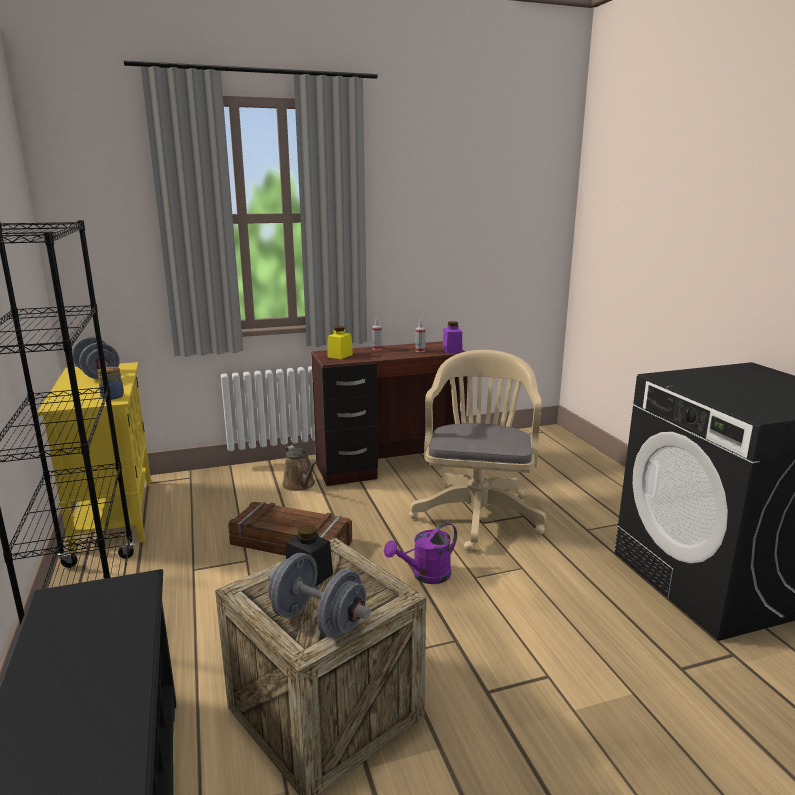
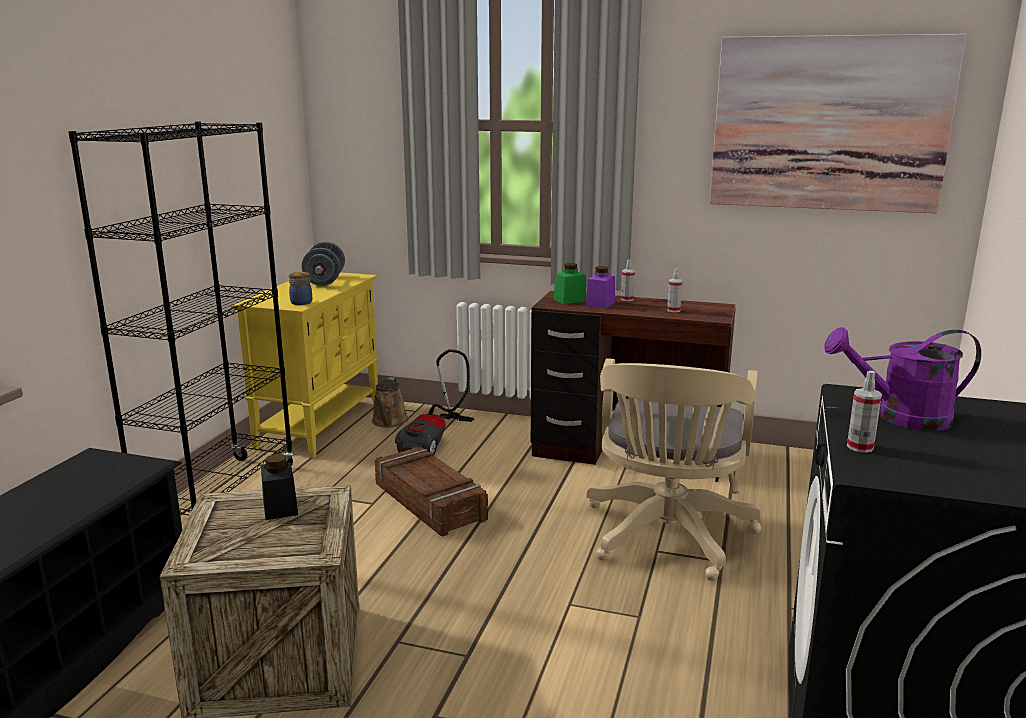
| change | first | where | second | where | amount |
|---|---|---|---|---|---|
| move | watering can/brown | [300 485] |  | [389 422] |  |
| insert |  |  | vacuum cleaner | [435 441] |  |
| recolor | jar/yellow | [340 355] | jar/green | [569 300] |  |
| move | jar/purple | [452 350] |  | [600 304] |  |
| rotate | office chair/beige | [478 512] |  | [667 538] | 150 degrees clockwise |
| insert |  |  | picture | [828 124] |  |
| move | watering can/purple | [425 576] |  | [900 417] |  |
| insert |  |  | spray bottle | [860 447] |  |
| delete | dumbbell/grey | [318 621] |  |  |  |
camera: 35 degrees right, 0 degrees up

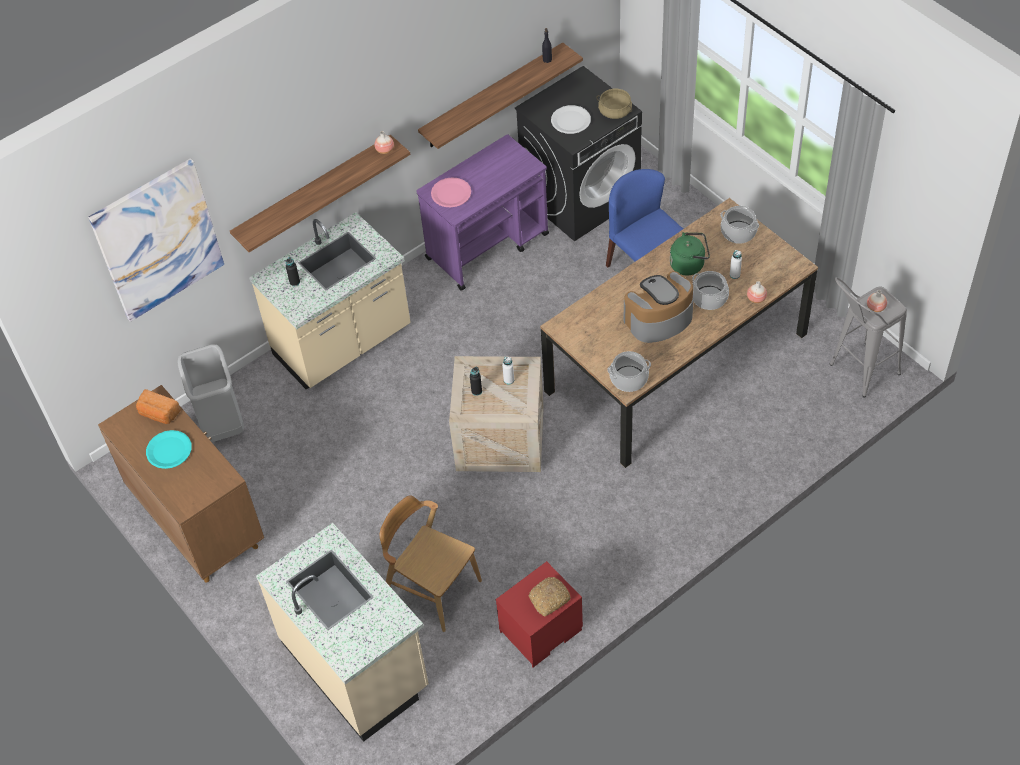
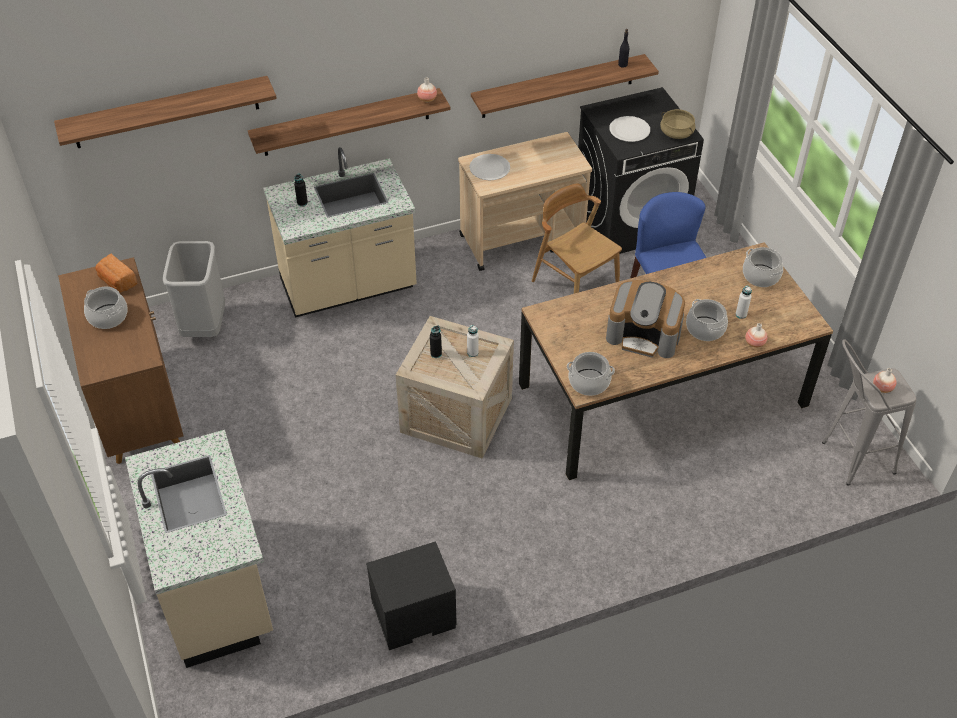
| change | first | where | second | where | amount |
|---|---|---|---|---|---|
| replace | picture | [158 240] | shelf | [166 112] |  |
| replace | plate/turquoise | [169 450] | cooking pot | [108 316] |  |
| recolor | nightstand/red | [540 632] | nightstand/black | [413 616] |  |
| recolor | cart/purple | [488 246] | cart/beige | [522 239] |  |
| recolor | plate/pink | [451 193] | plate/white | [489 168] |  |
| move | chair/brown | [432 588] |  | [575 286] |  |
| rotate | coffee machine | [658 319] |  | [644 335] | 150 degrees counterclockwise |
| delete | bread | [549 599] |  |  |  |
| delete | kettle/green | [689 264] |  |  |  |
camera: 15 degrees right, 5 degrees down

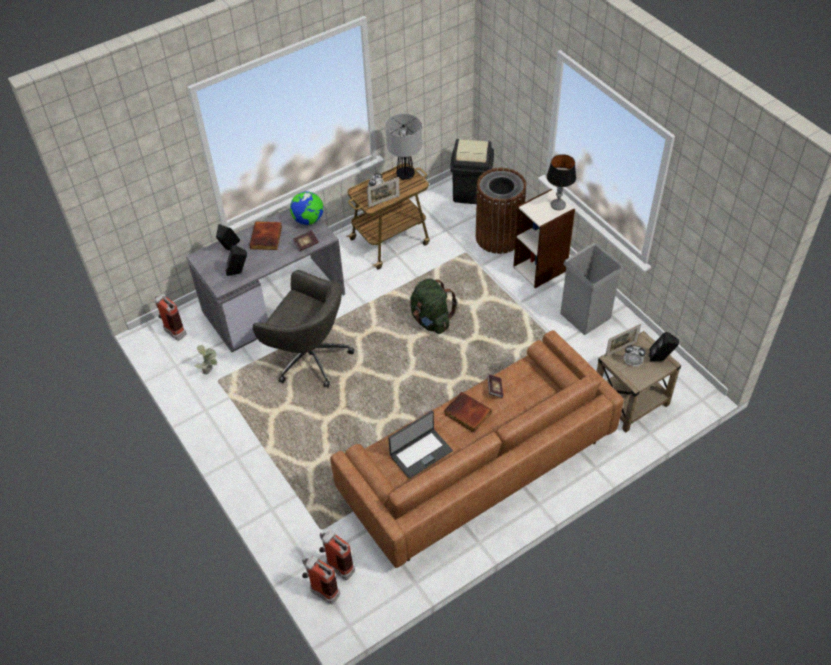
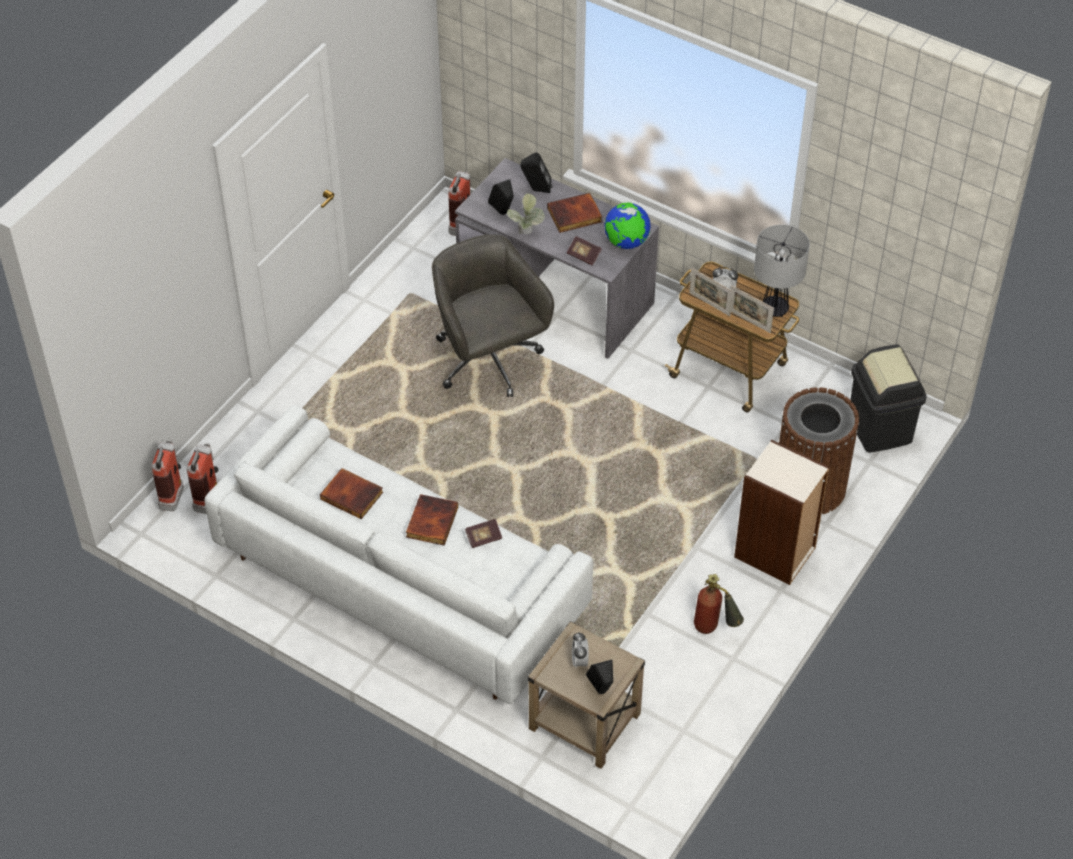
| change | first | where | second | where | amount |
|---|---|---|---|---|---|
| recolor | sofa/brown | [477 466] | sofa/white | [402 583] |  |
| replace | laptop | [420 453] | book | [352 495] |  |
| rotate | office chair/grey | [309 356] |  | [488 362] | 150 degrees clockwise |
| move | potted plant | [210 371] |  | [526 235] |  |
| replace | trash can/grey | [585 315] | fire extinguisher | [714 629] |  |
| move | picture frame | [621 349] |  | [749 321] |  |
| delete | backpack/green | [431 320] |  |  |  |
| delete | table lamp | [558 205] |  |  |  |
camera: 65 degrees right, 0 degrees up

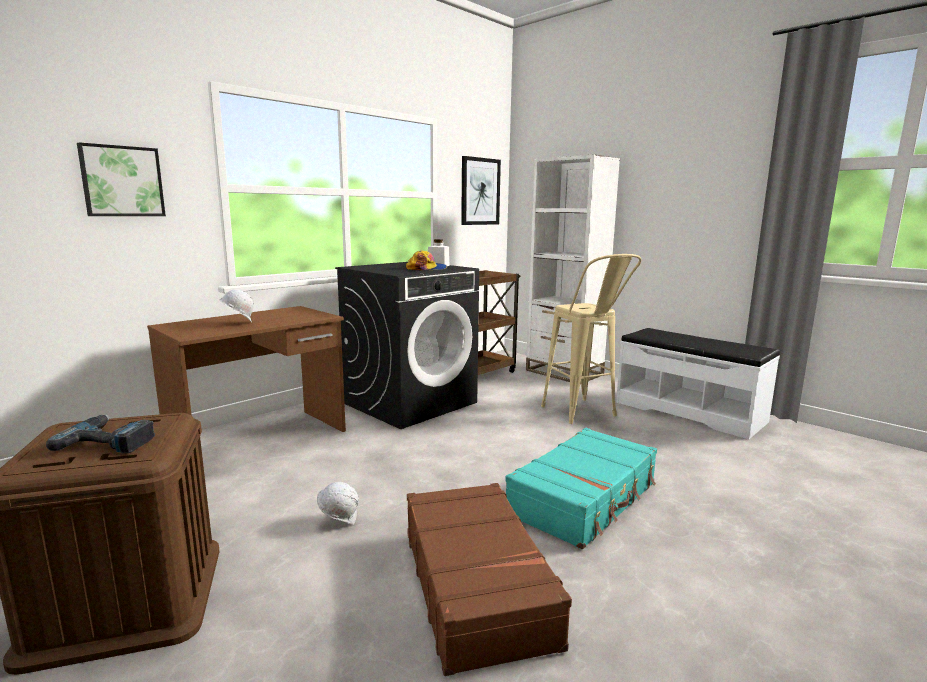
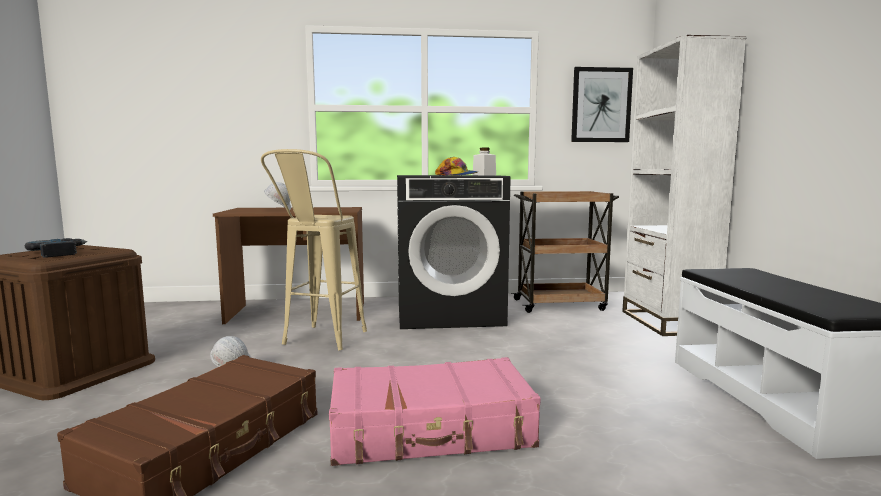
| change | first | where | second | where | amount |
|---|---|---|---|---|---|
| move | stool/beige | [584 415] |  | [319 342] |  |
| recolor | suitcase/turquoise | [584 499] | suitcase/pink | [431 430] |  |
| delete | picture | [122 181] |  |  |  |
camera: 40 degrees right, 5 degrees down

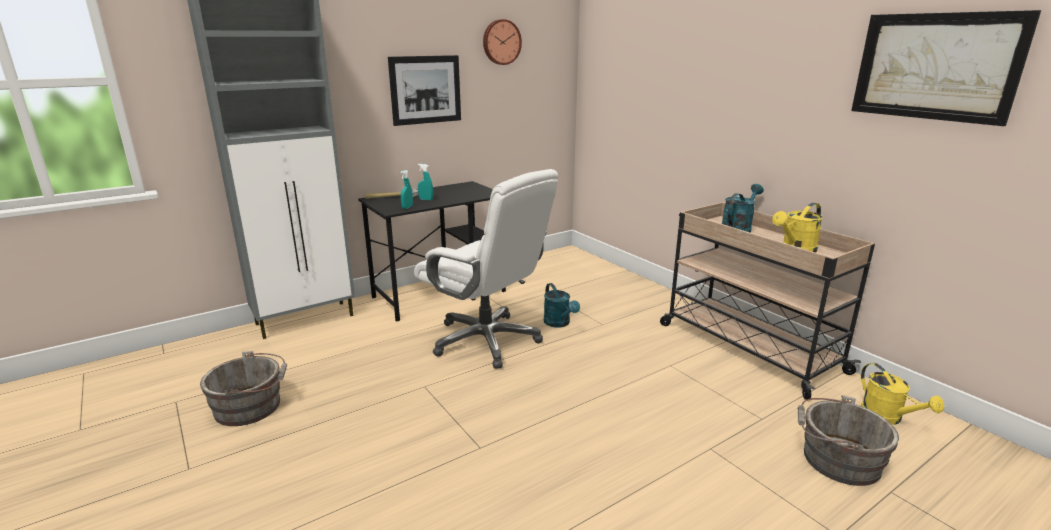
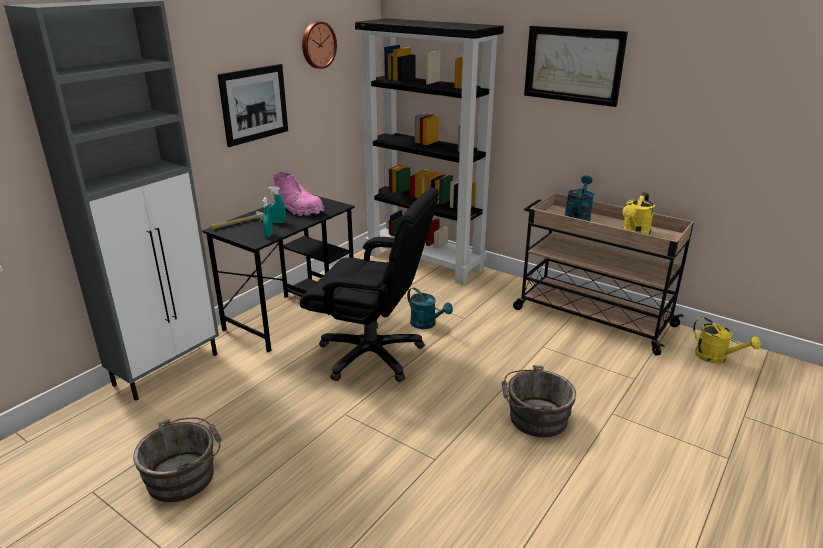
| change | first | where | second | where | amount |
|---|---|---|---|---|---|
| insert |  |  | boot/pink | [298 210] |  |
| recolor | office chair/white | [487 340] | office chair/black | [372 355] |  |
| insert |  |  | bookcase/black | [426 262] |  |
| move | bucket/grey | [836 459] |  | [534 418] |  |
| move | picture | [935 66] |  | [573 65] |  |
camera: 20 degrees left, 5 degrees up

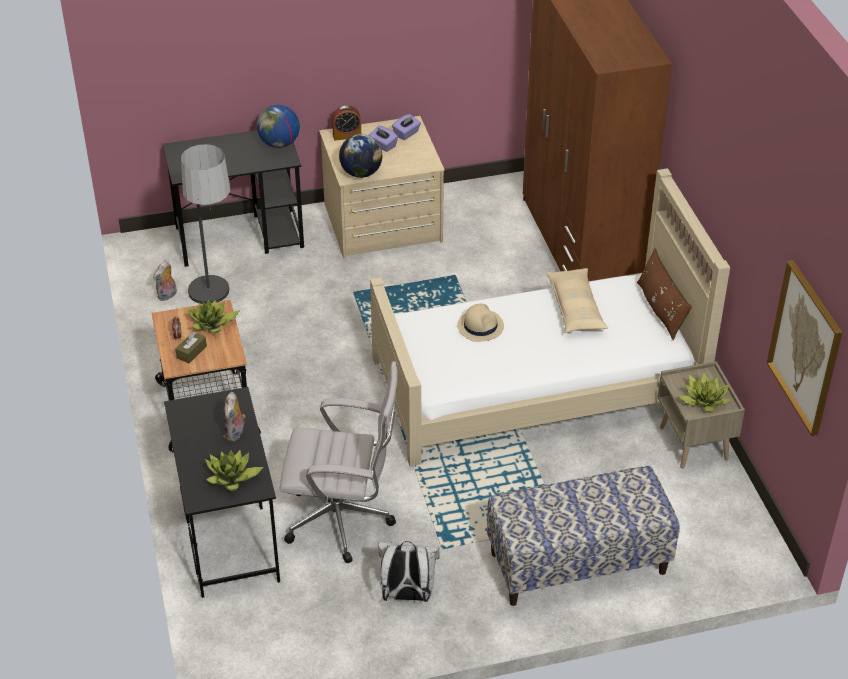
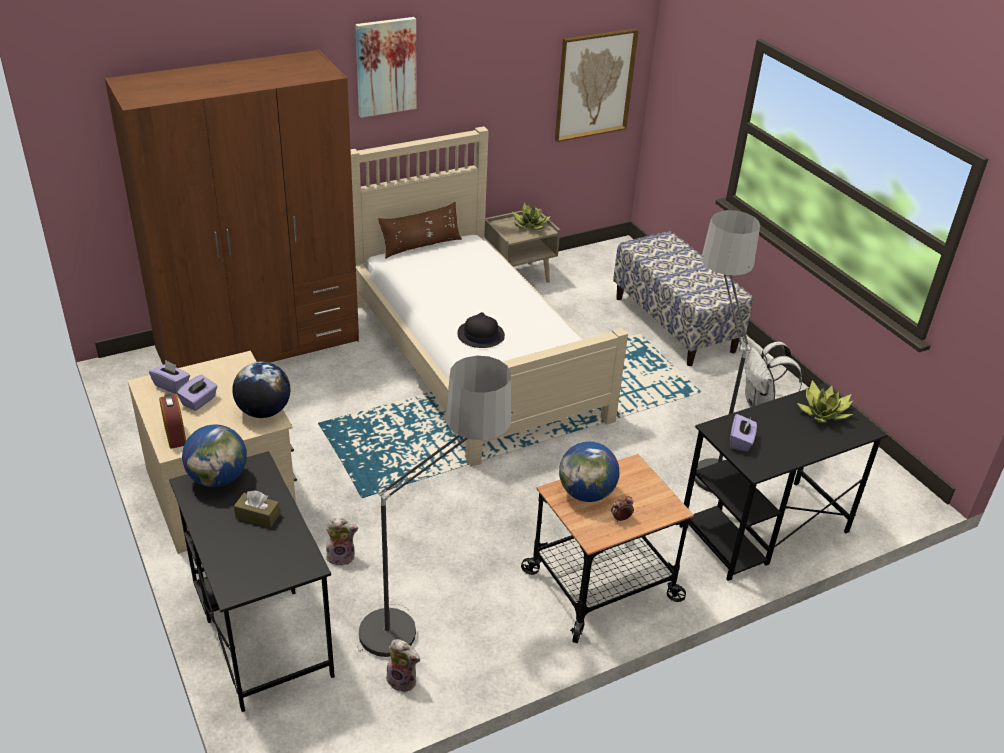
| change | first | where | second | where | amount |
|---|---|---|---|---|---|
| move | tissue box/brown | [191 352] |  | [257 516] |  |
| move | plush toy | [235 433] |  | [341 556] |  |
| insert |  |  | picture | [385 67] |  |
| recolor | hat/beige | [480 326] | hat/black | [480 335] |  |
| replace | potted plant | [212 324] | globe | [586 493] |  |
| replace | office chair/white | [344 521] | floor lamp | [703 453] |  |
| insert |  |  | tissue box/purple | [741 441] |  |
| delete | pillow/beige | [575 308] |  |  |  |
camera: 105 degrees left, 5 degrees down

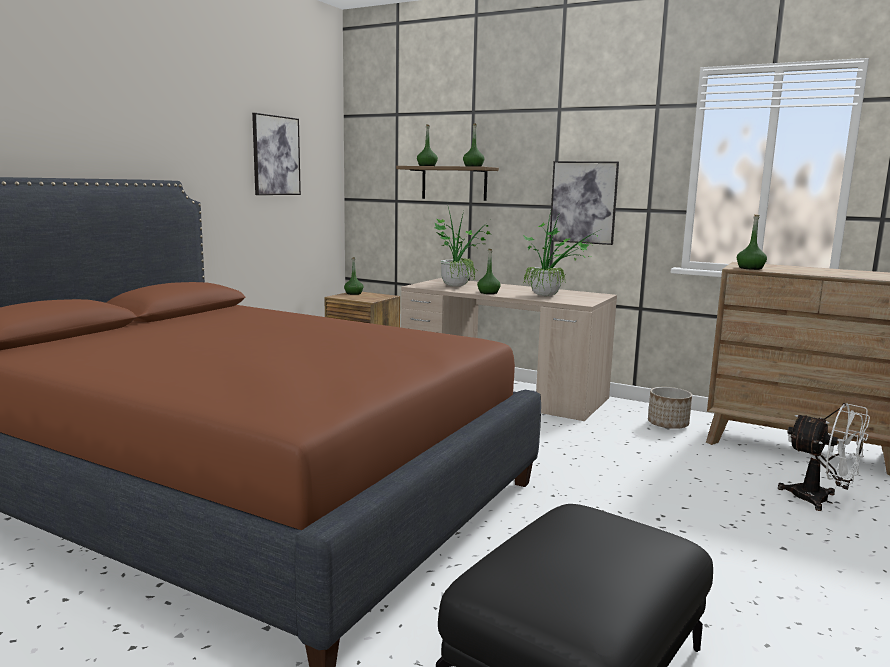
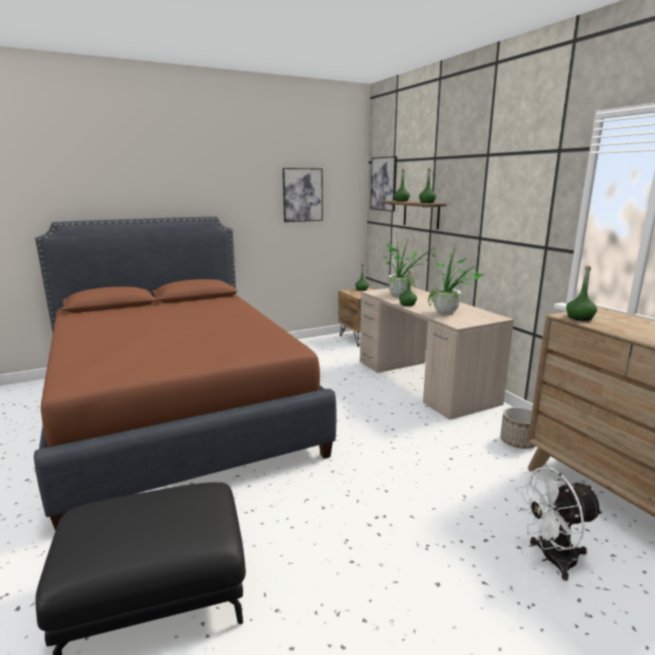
| change | first | where | second | where | amount |
|---|---|---|---|---|---|
| move | picture | [583 202] |  | [384 184] |  |
| rotate | fan/white | [820 500] |  | [551 559] | 90 degrees clockwise |
camera: 35 degrees right, 5 degrees up

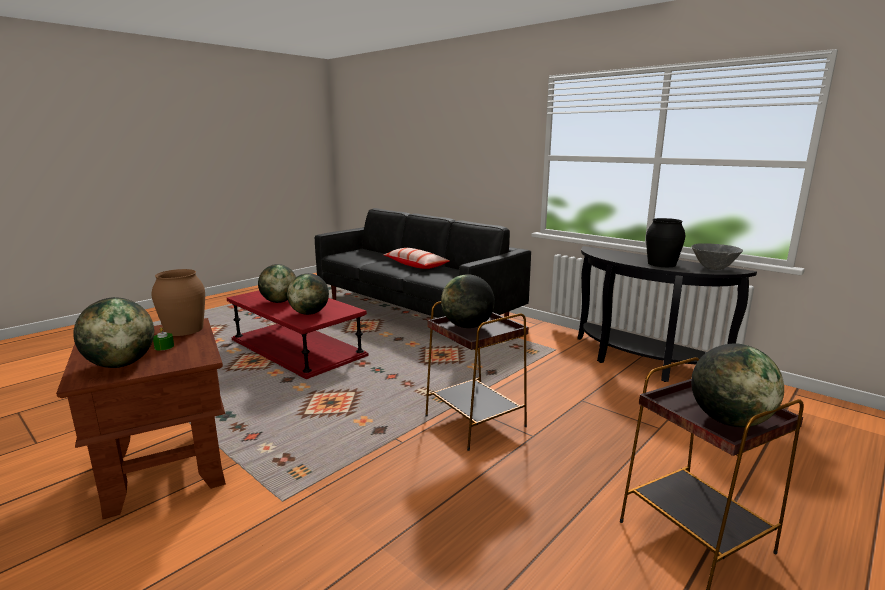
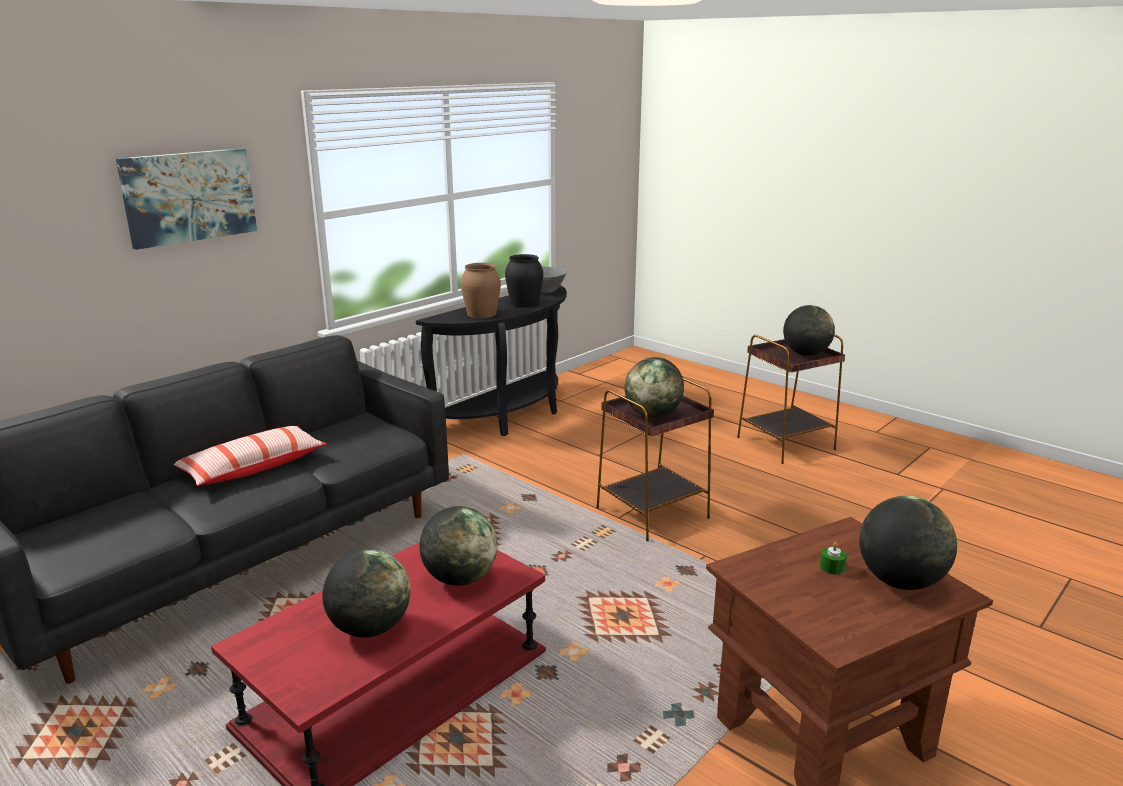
| change | first | where | second | where | amount |
|---|---|---|---|---|---|
| insert |  |  | picture | [189 196] |  |
| move | vase/brown | [184 329] |  | [482 314] |  |
camera: 90 degrees left, 5 degrees up

